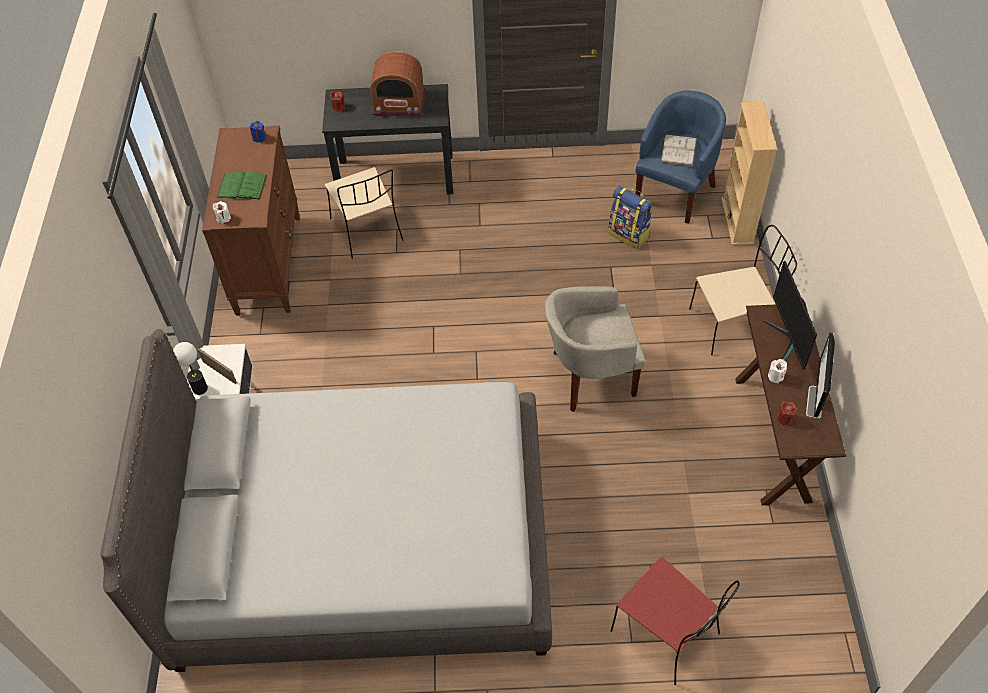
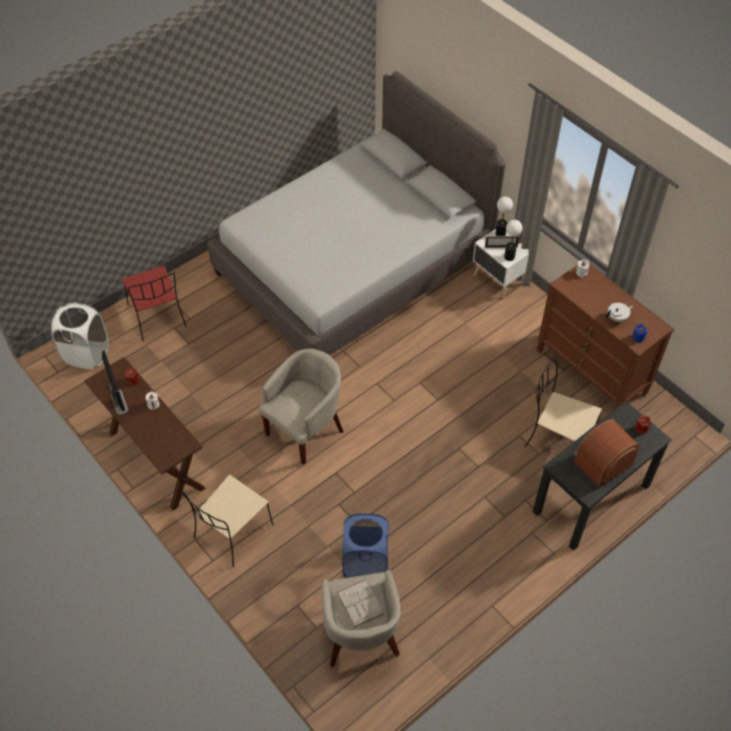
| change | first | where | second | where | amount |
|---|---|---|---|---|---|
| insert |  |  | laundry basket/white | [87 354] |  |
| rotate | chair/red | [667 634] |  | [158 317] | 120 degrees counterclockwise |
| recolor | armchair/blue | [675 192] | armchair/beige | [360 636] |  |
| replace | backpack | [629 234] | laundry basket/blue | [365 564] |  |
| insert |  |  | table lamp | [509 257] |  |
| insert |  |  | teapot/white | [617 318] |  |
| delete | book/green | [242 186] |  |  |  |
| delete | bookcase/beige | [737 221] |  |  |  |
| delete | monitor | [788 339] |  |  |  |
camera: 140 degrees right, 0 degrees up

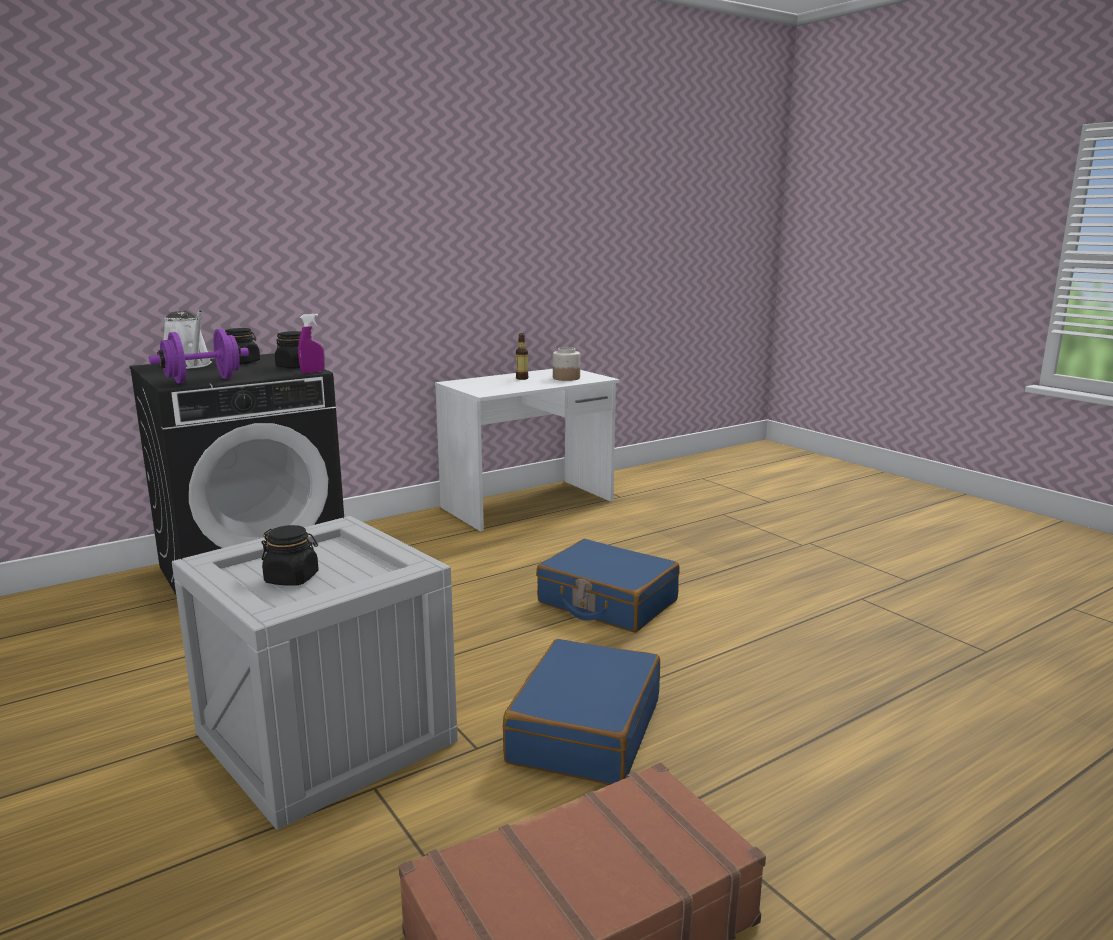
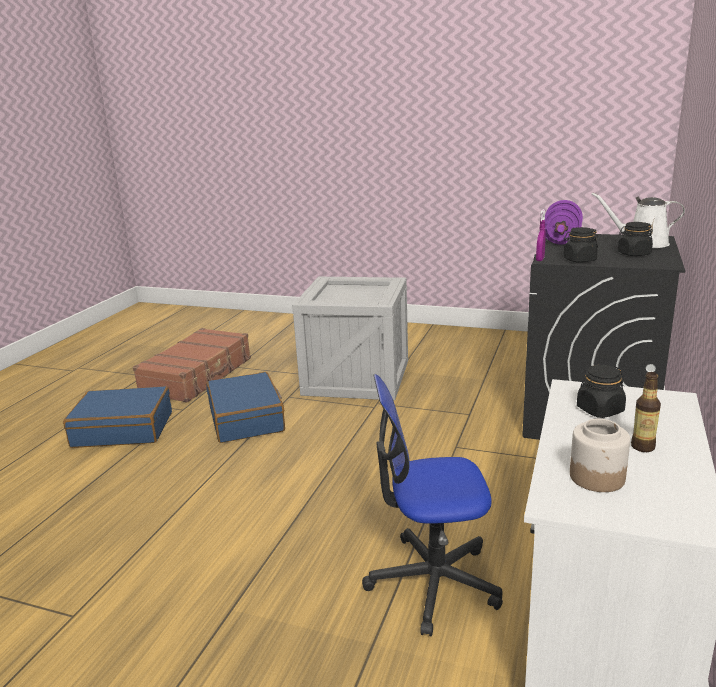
| change | first | where | second | where | amount |
|---|---|---|---|---|---|
| move | suitcase/blue | [607 602] |  | [123 429] |  |
| insert |  |  | office chair | [433 582] |  |
| move | jar/black | [292 579] |  | [599 410] |  |
camera: 145 degrees right, 5 degrees up

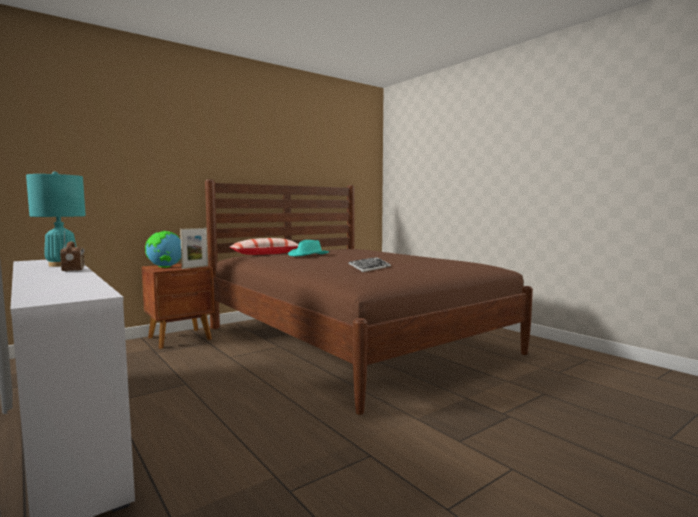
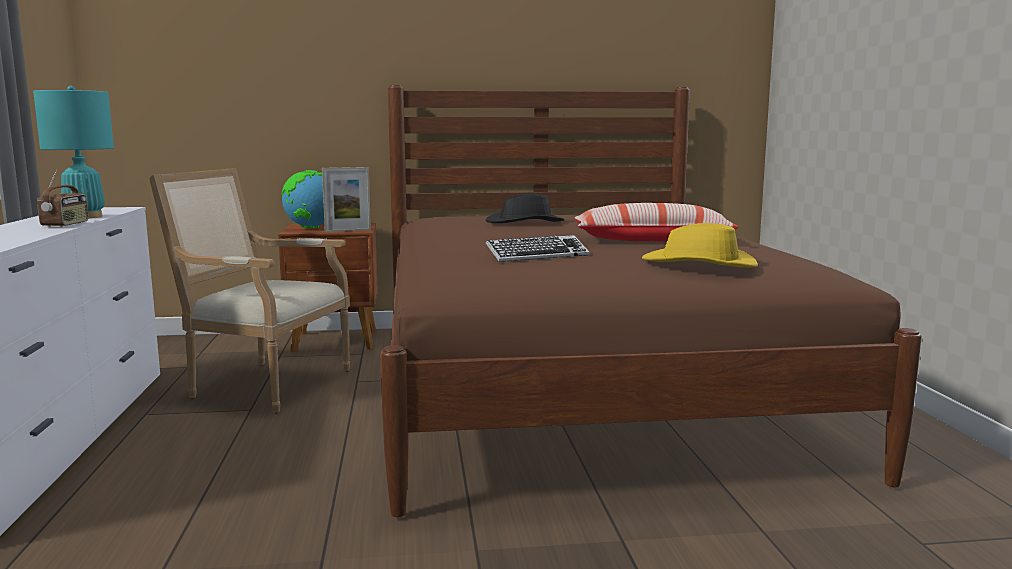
| change | first | where | second | where | amount |
|---|---|---|---|---|---|
| insert |  |  | armchair | [264 384] |  |
| recolor | hat/turquoise | [308 255] | hat/black | [525 222] |  |
| move | pillow | [265 254] |  | [651 240] |  |
| insert |  |  | hat/yellow | [699 264] |  |
camera: 30 degrees right, 5 degrees up

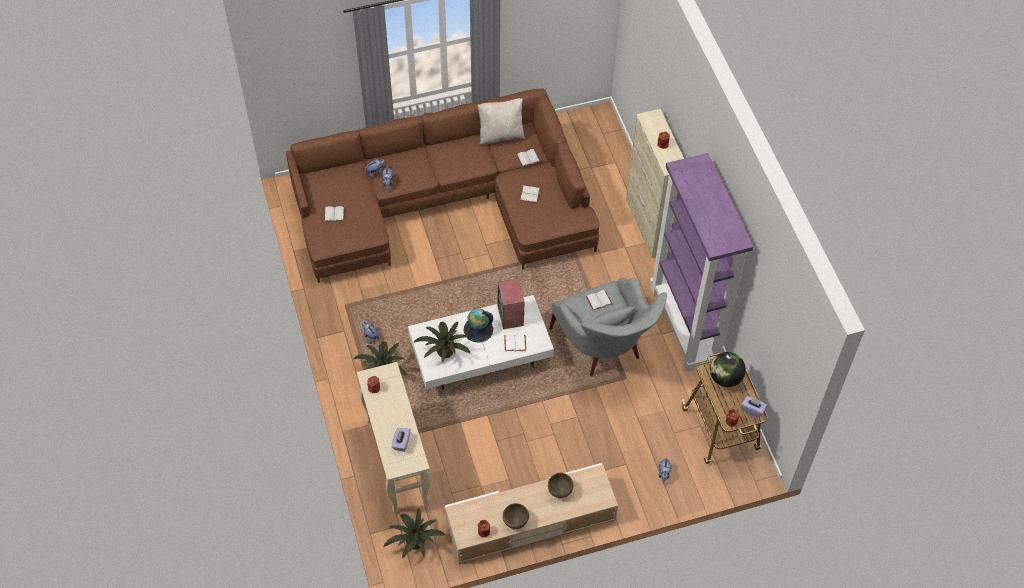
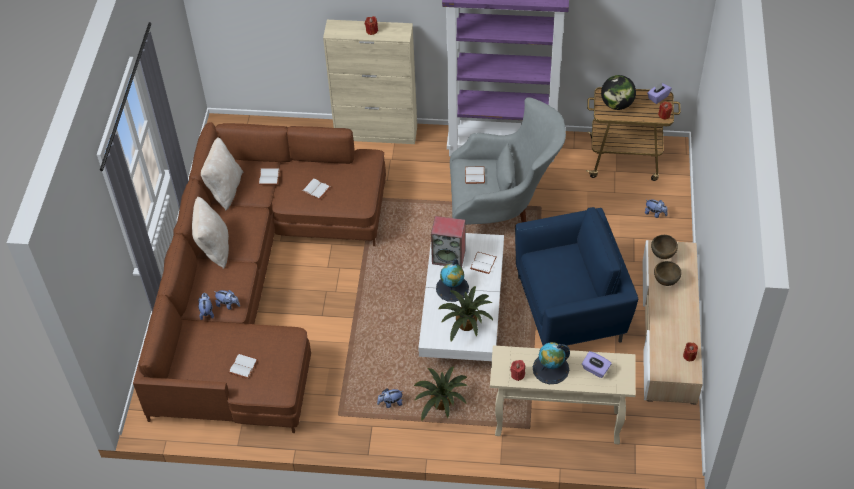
| change | first | where | second | where | amount |
|---|---|---|---|---|---|
| insert |  |  | pillow/beige | [214 248] |  |
| insert |  |  | armchair/blue | [571 309] |  |
| insert |  |  | globe | [550 369] |  |
| move | bowl/brown | [515 522] |  | [663 255] |  |
| delete | potted plant | [414 543] |  |  |  |
camera: 65 degrees left, 5 degrees down

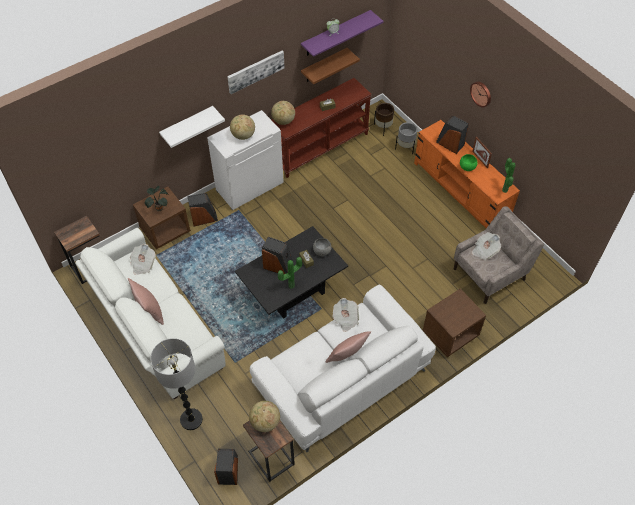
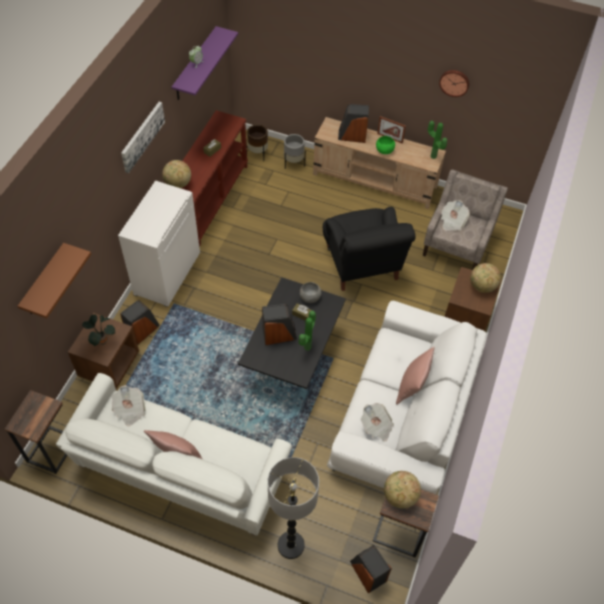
| change | first | where | second | where | amount |
|---|---|---|---|---|---|
| move | shelf/brown | [324 65] |  | [44 281] |  |
| recolor | tv stand/orange | [461 191] | tv stand/beige | [375 181] |  |
| insert |  |  | armchair/black | [362 265] |  |
| move | newspaper | [345 319] |  | [376 426] |  |
| move | wall clock | [481 93] |  | [454 82] |  |
| move | globe | [243 135] |  | [482 286] |  |
| delete | shelf/white | [187 125] |  |  |  |
camera: 35 degrees left, 0 degrees up

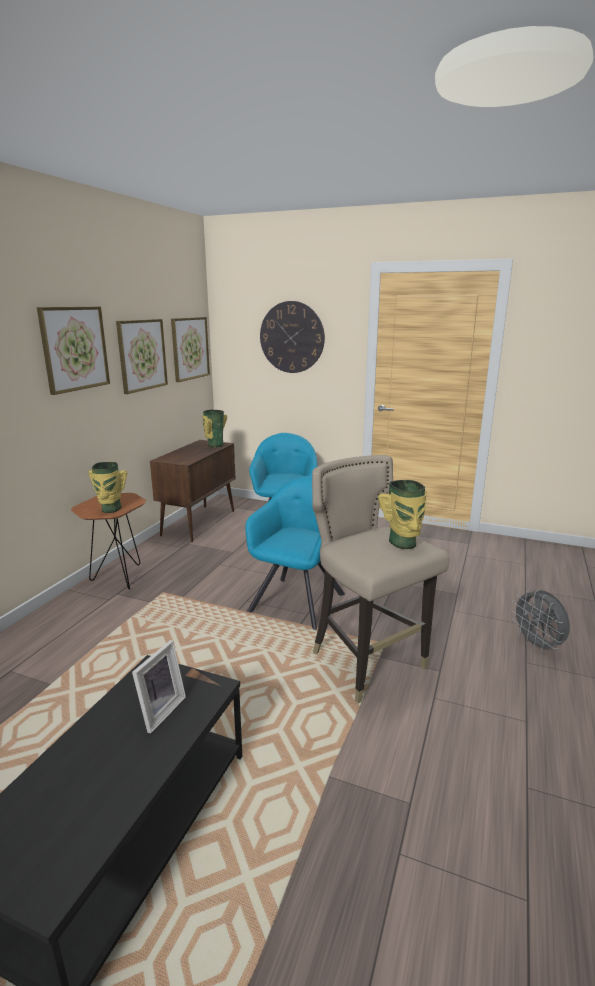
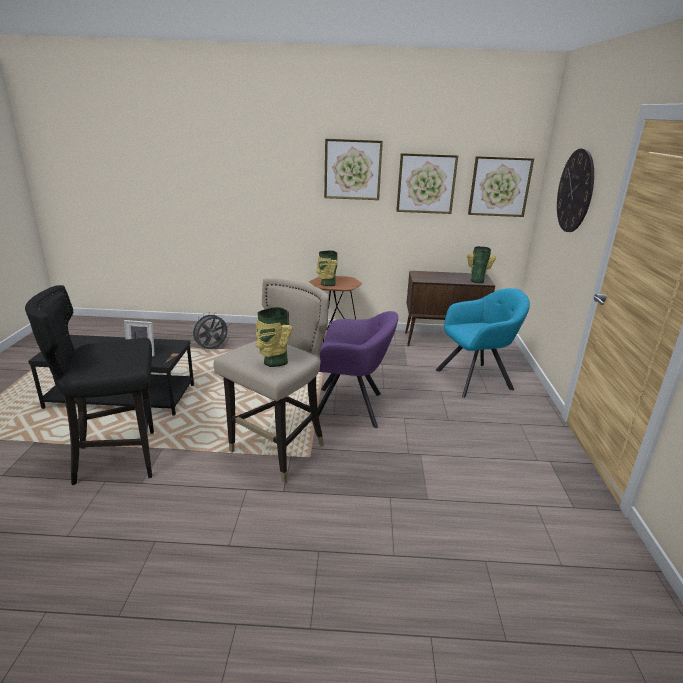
| change | first | where | second | where | amount |
|---|---|---|---|---|---|
| insert |  |  | stool/black | [118 458] |  |
| move | fan/grey | [537 645] |  | [212 349] |  |
| recolor | armchair/turquoise | [299 600] | armchair/purple | [351 407] |  |
camera: 70 degrees right, 5 degrees up

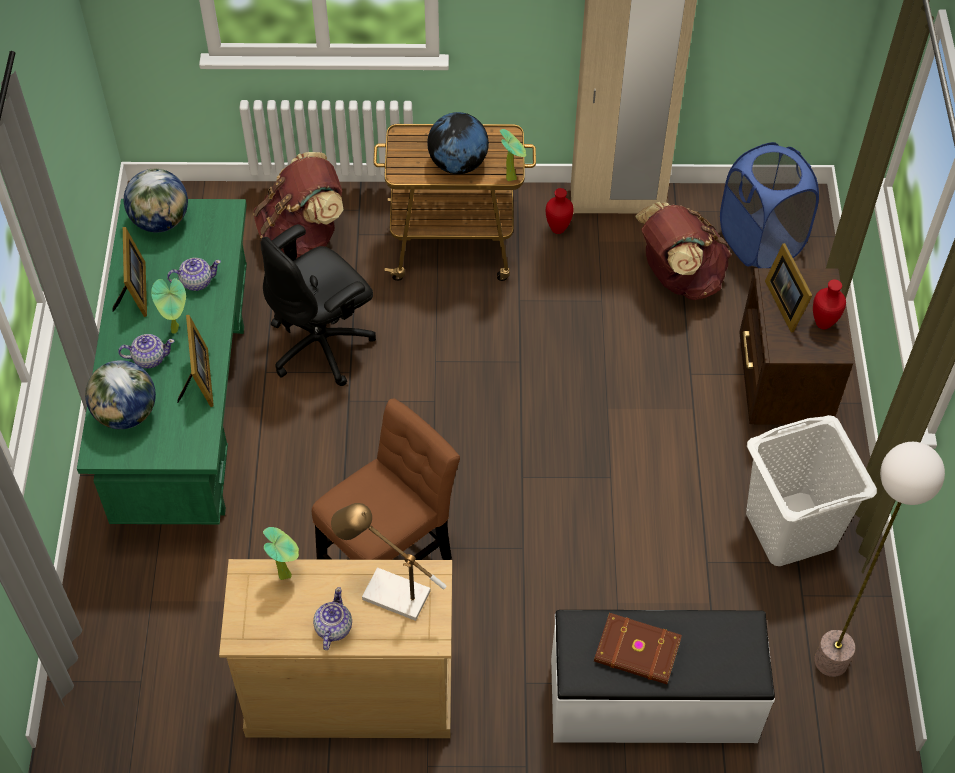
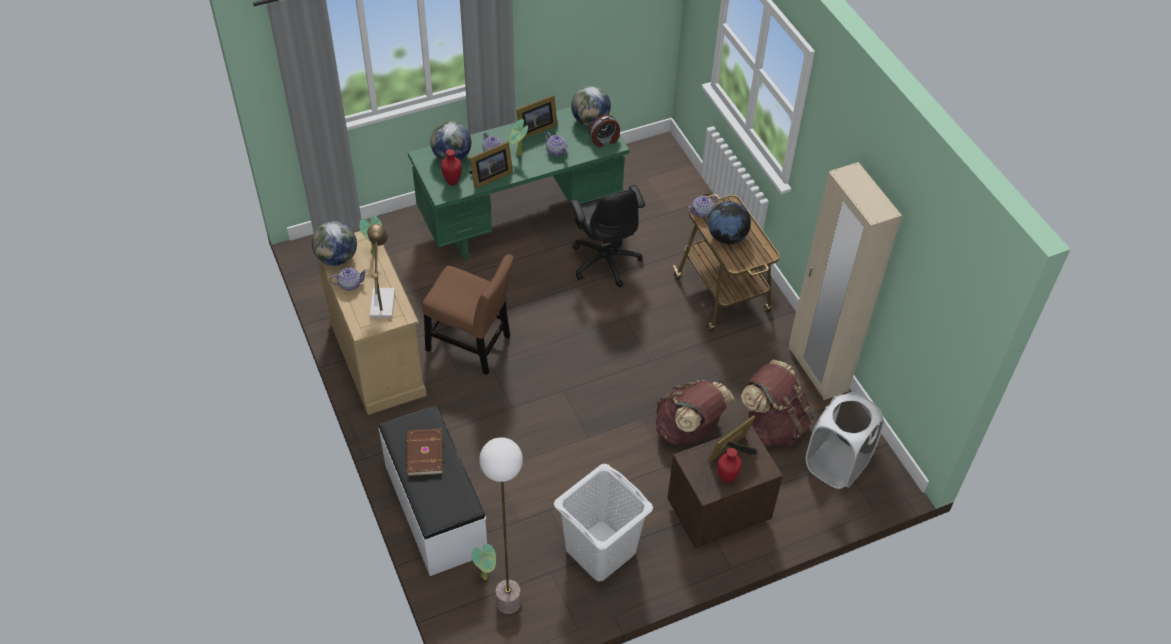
| change | first | where | second | where | amount |
|---|---|---|---|---|---|
| insert |  |  | globe | [337 258] |  |
| move | vase/red | [557 229] |  | [452 182] |  |
| move | potted plant | [512 177] |  | [486 576] |  |
| rotate | office chair/black | [322 344] |  | [605 261] | 135 degrees counterclockwise |
| insert |  |  | alarm clock | [604 141] |  |
| move | backpack/brown | [303 238] |  | [688 430] |  |
| insert |  |  | teapot | [702 212] |  |
| recolor | laundry basket/blue | [760 242] | laundry basket/white | [836 464] |  |
camera: 65 degrees right, 5 degrees down

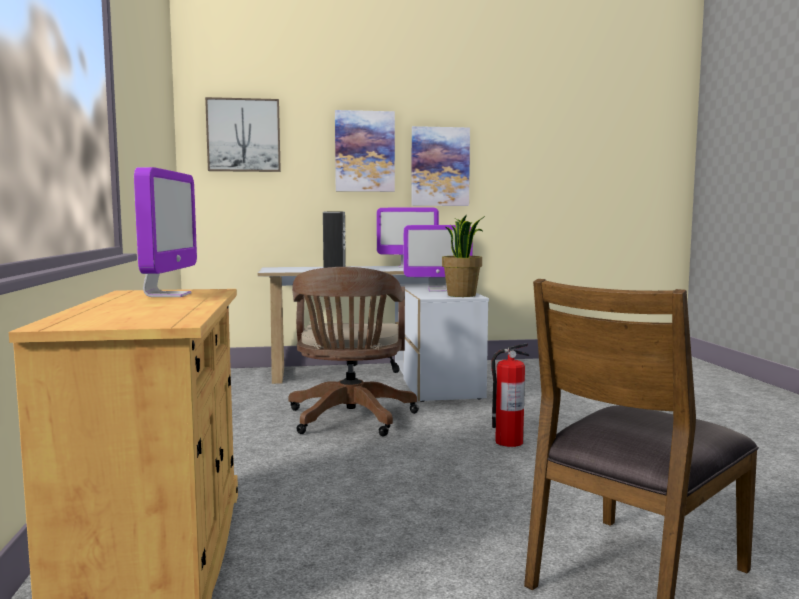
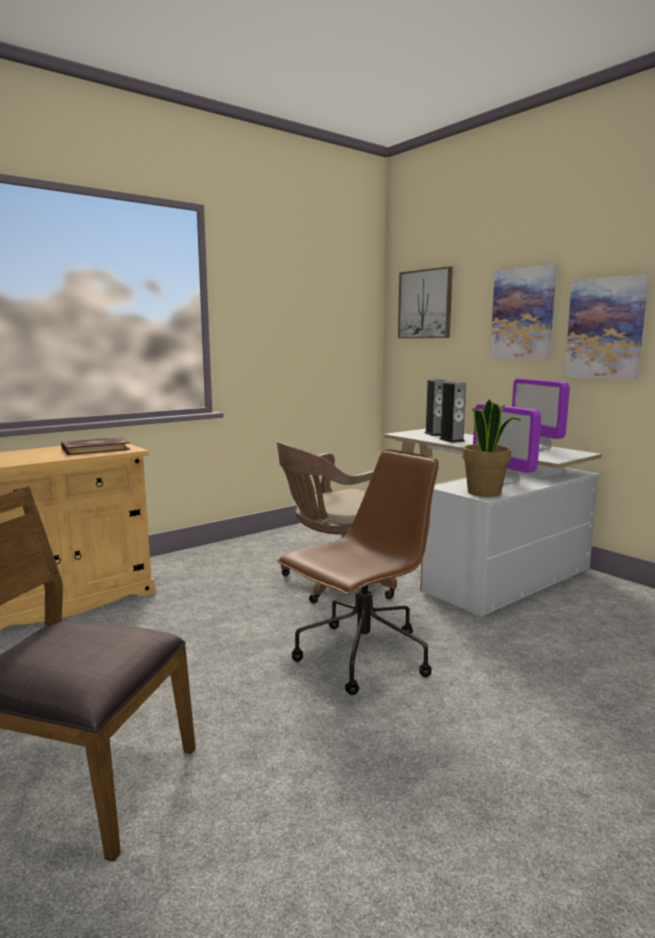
| change | first | where | second | where | amount |
|---|---|---|---|---|---|
| replace | monitor | [168 295] | book | [95 449] |  |
| replace | fire extinguisher | [508 442] | office chair/brown | [362 658] |  |
| insert |  |  | speaker | [435 434] |  |
camera: 60 degrees right, 5 degrees up

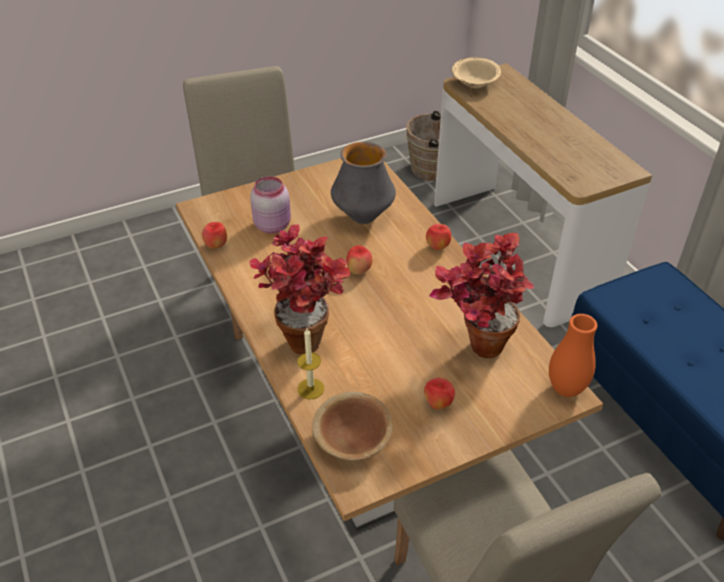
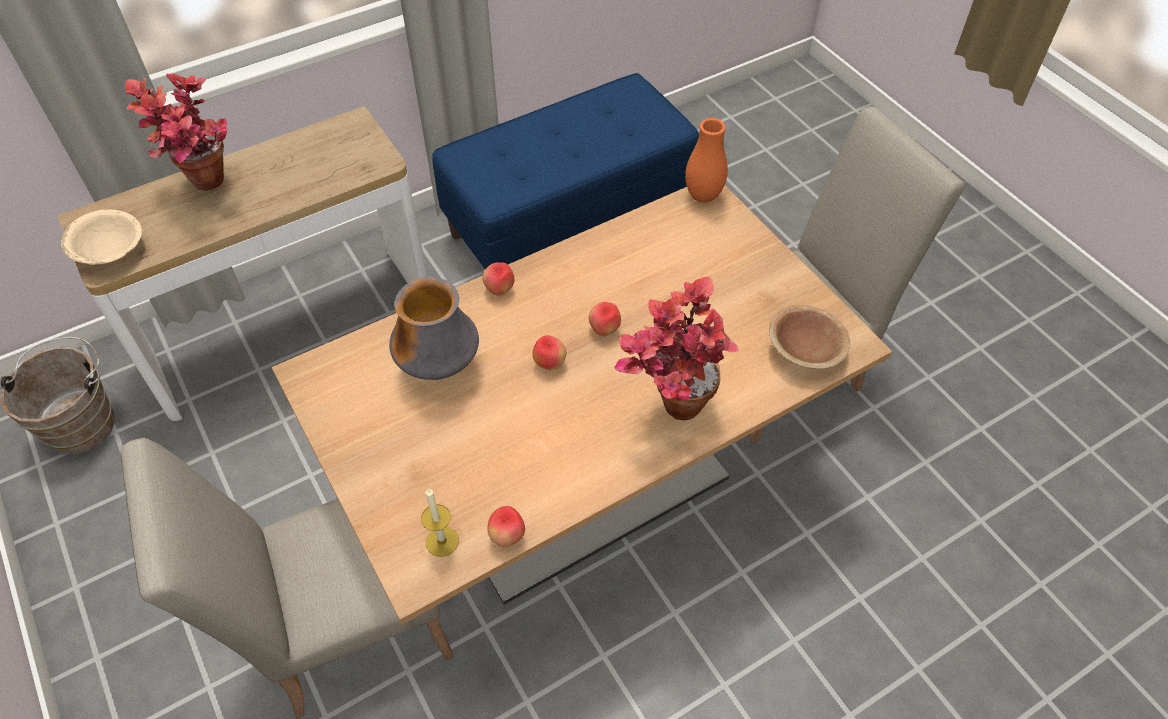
| change | first | where | second | where | amount |
|---|---|---|---|---|---|
| move | potted plant | [473 347] |  | [206 189] |  |
| move | candle | [310 388] |  | [442 541] |  |
| move | apple | [438 404] |  | [604 329] |  |
| delete | jar/pink | [273 225] |  |  |  |
camera: 95 degrees left, 10 degrees up

